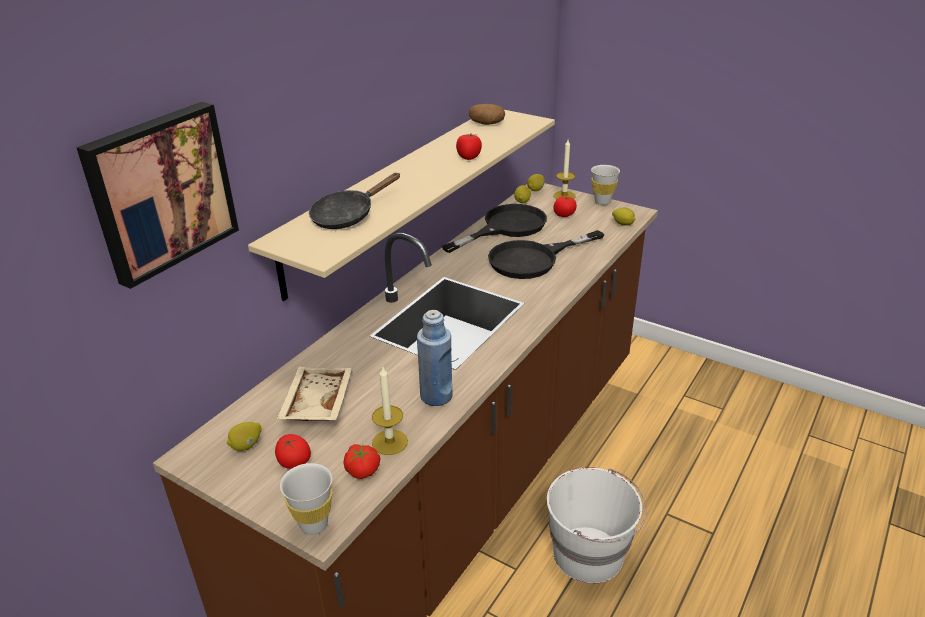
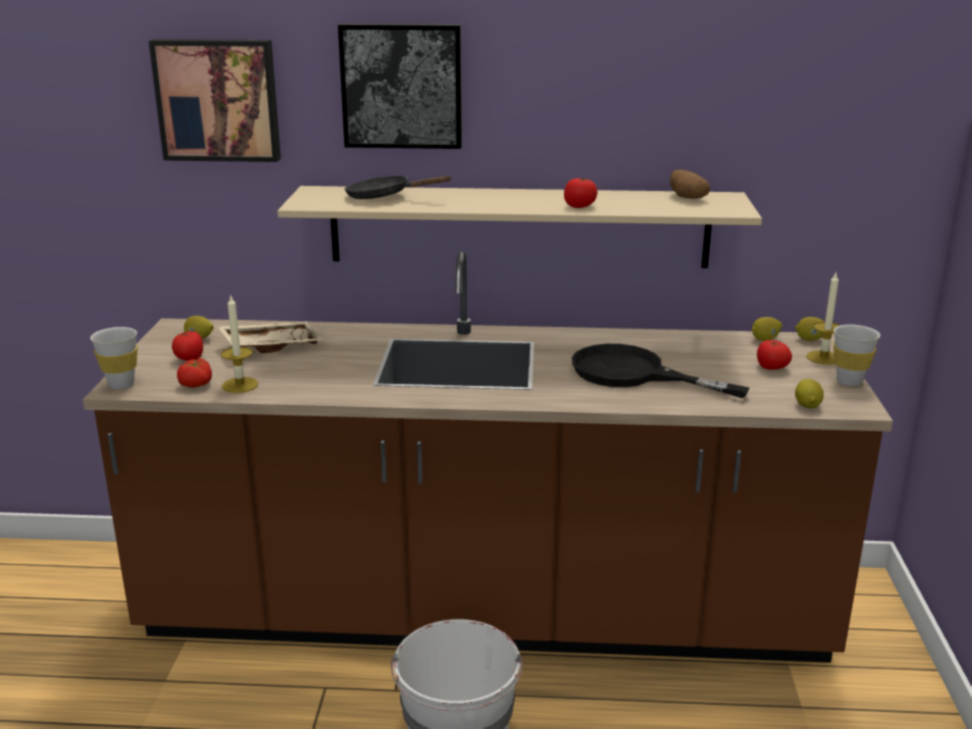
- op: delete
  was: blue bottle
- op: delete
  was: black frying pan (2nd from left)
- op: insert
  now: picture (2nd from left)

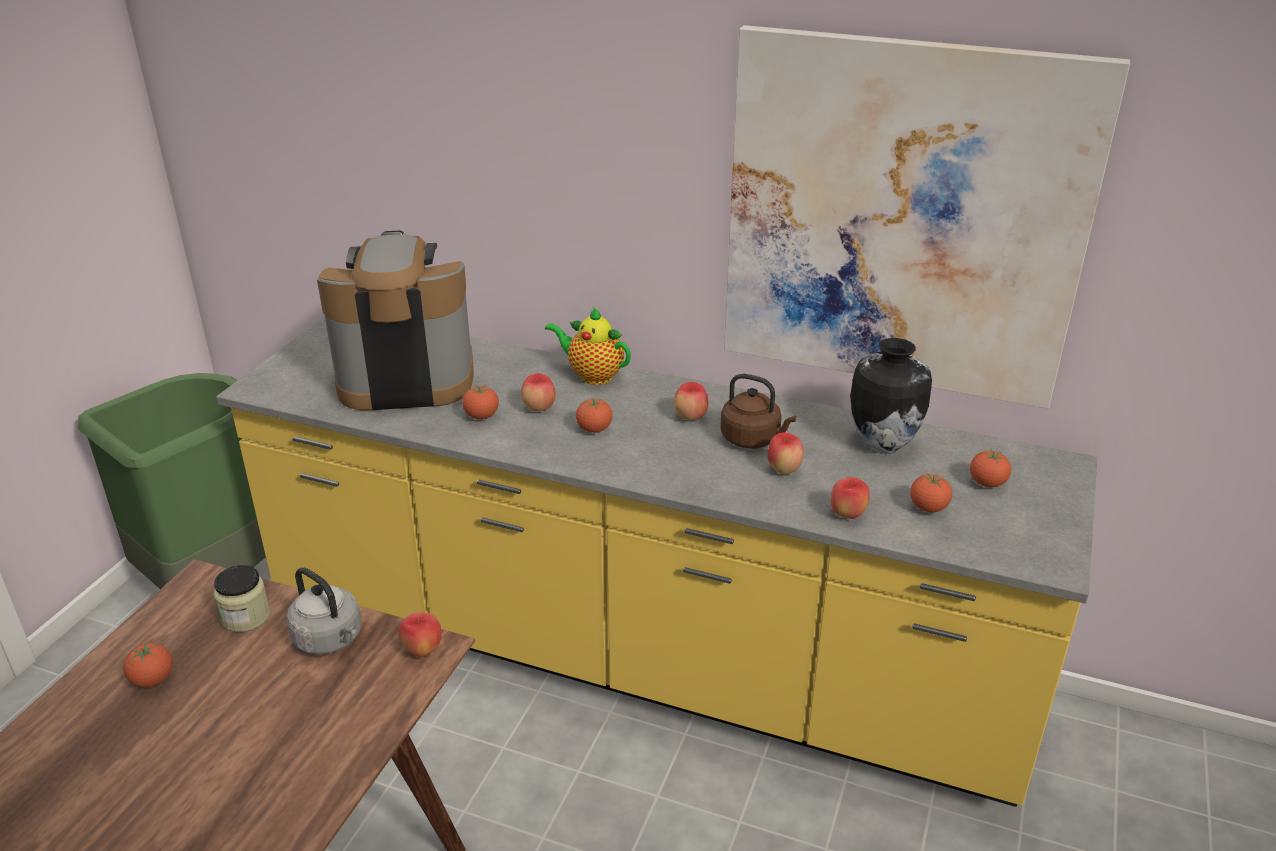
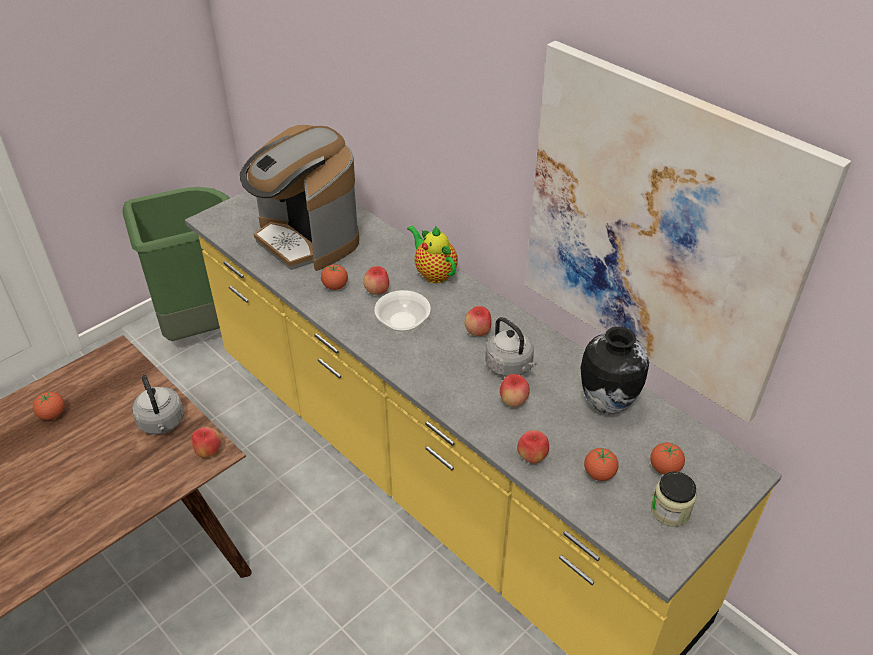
- op: move
  was: jar
- op: replace
  was: tomato (3rd from left)
  now: bowl
- op: recolor
  was: brown kettle
  now: grey kettle (2nd from left)
- op: rotate
  was: coffee machine
  clockwise: -150

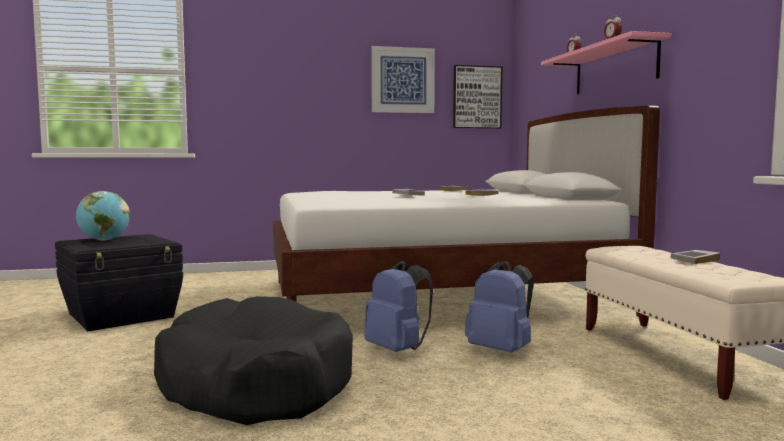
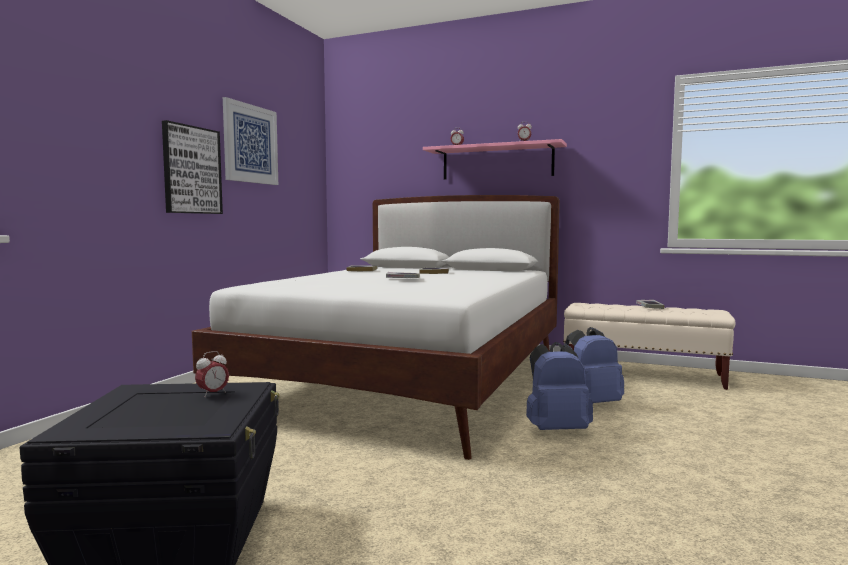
- op: delete
  was: globe
- op: delete
  was: black dog bed
- op: insert
  now: alarm clock (1st from left)
- op: move
  was: picture (2nd from left in the first image)
  now: picture (1st from left)

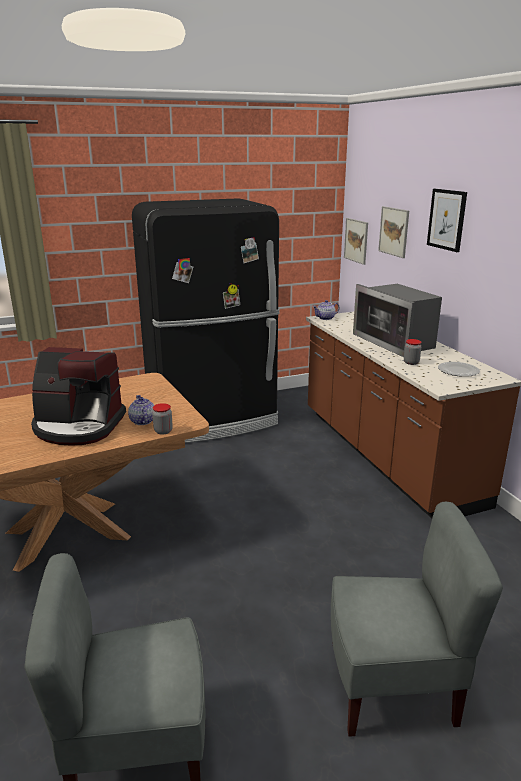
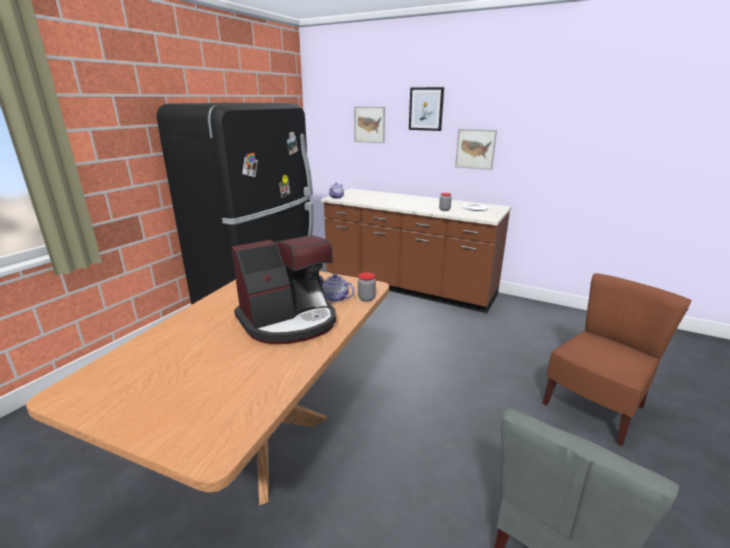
- op: delete
  was: microwave
- op: move
  was: picture (1st from left in the first image)
  now: picture (3rd from left)
- op: recolor
  was: grey chair (2nd from left)
  now: brown chair

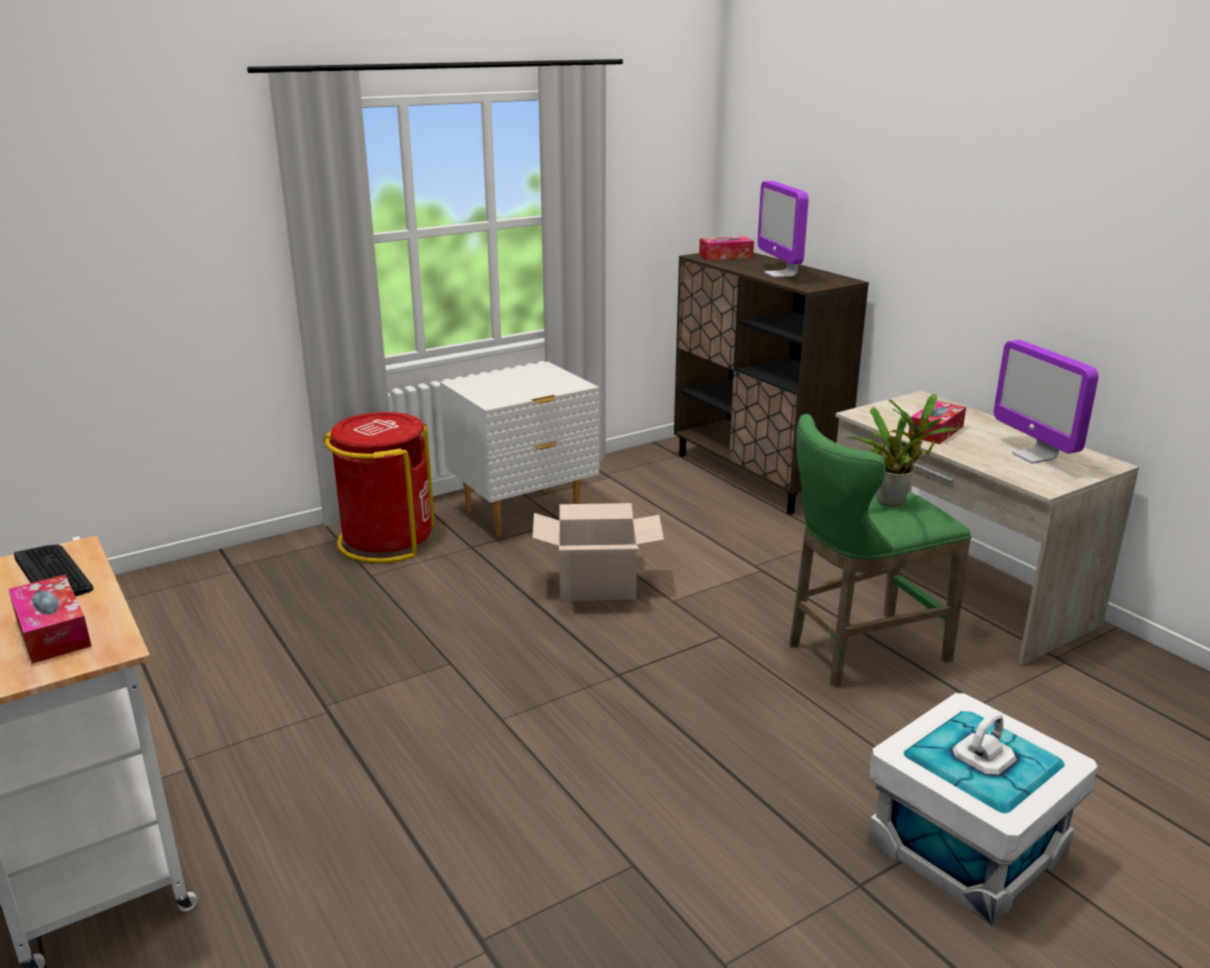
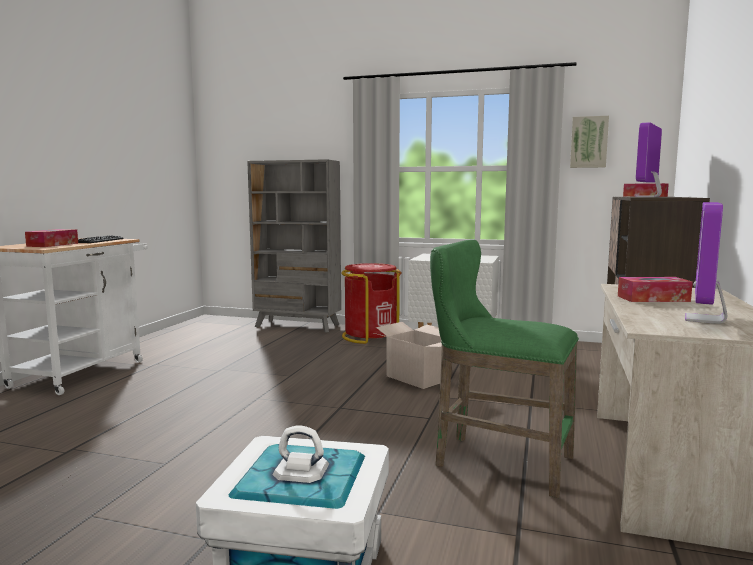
- op: delete
  was: potted plant
- op: insert
  now: grey bookcase
- op: insert
  now: picture

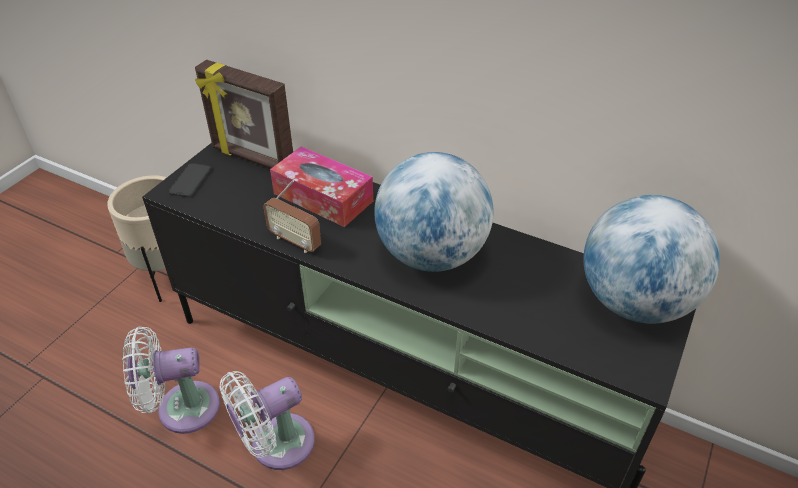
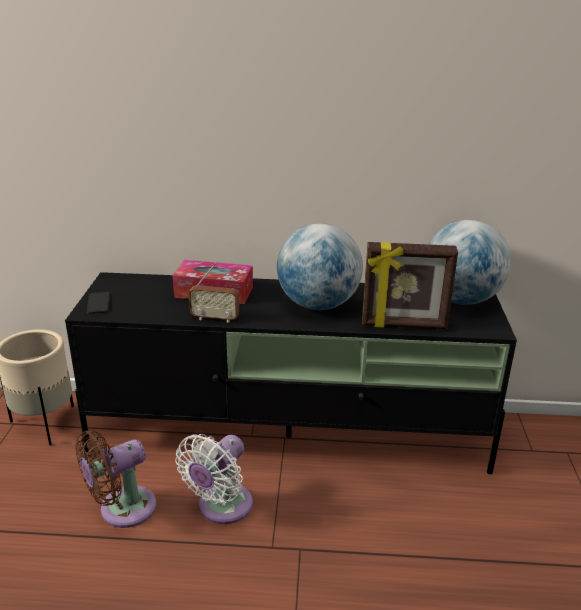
- op: move
  was: picture frame
- op: recolor
  was: white fan (1st from left)
  now: brown fan

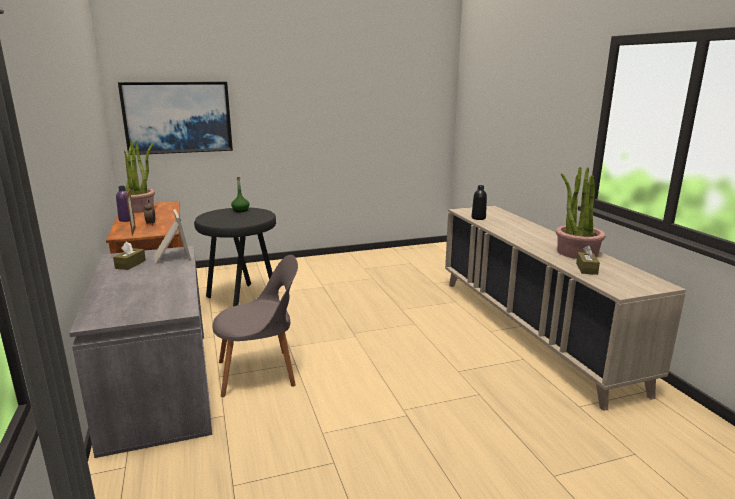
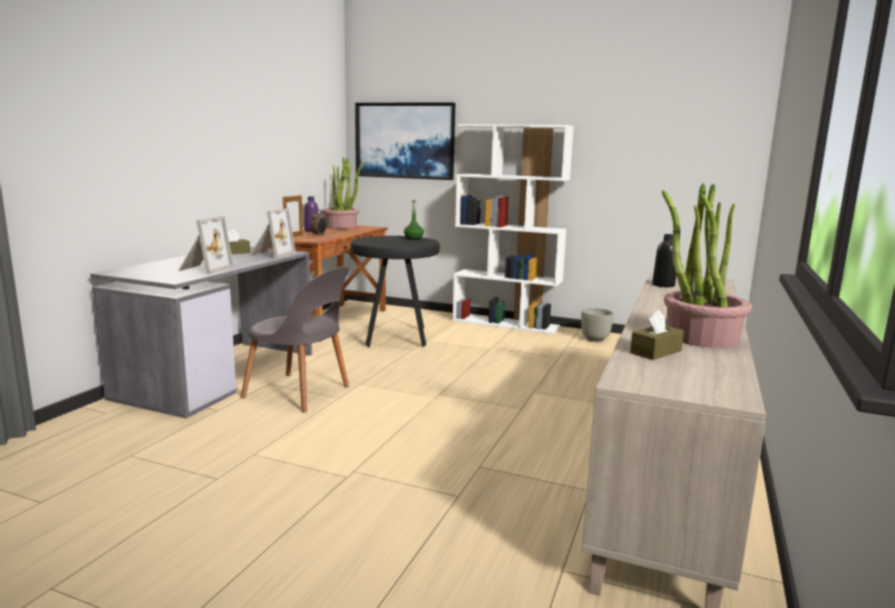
- op: insert
  now: picture frame (1st from left)
- op: insert
  now: white bookcase
- op: insert
  now: grey planter

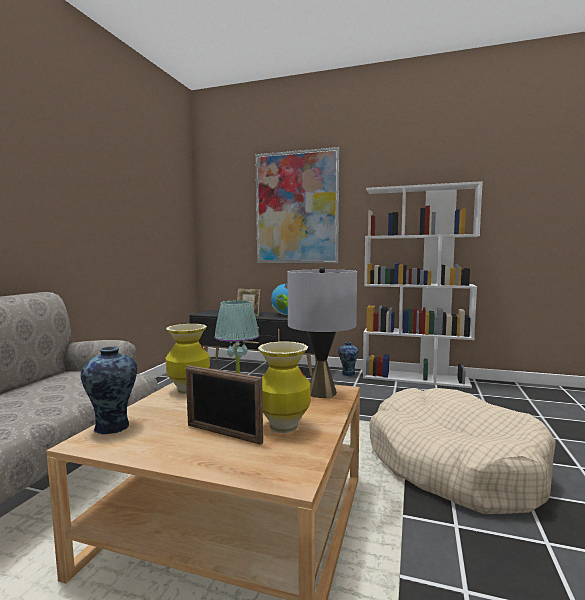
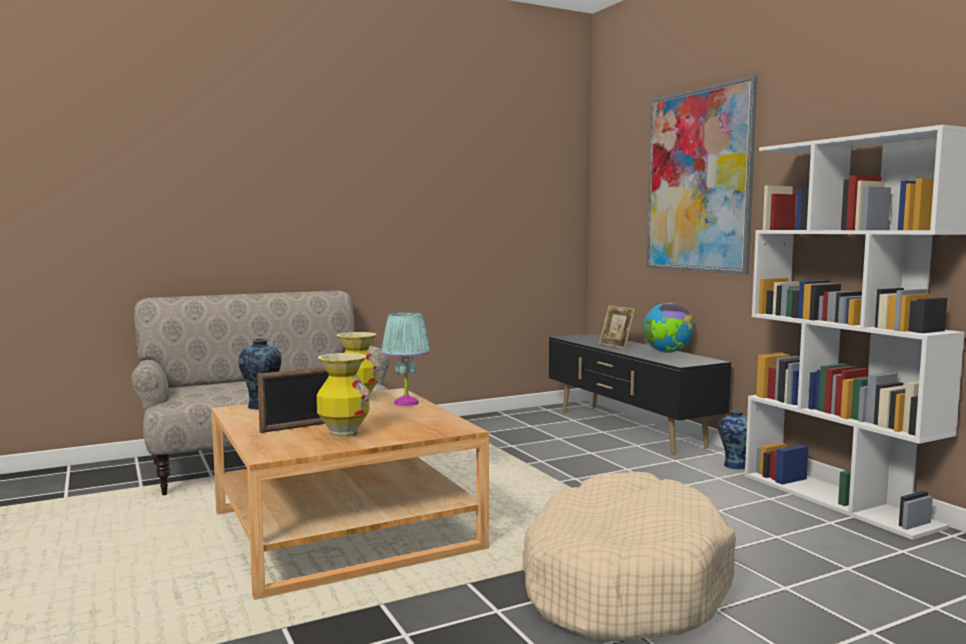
- op: delete
  was: grey table lamp
- op: rotate
  was: picture frame (1st from left)
  clockwise: -105

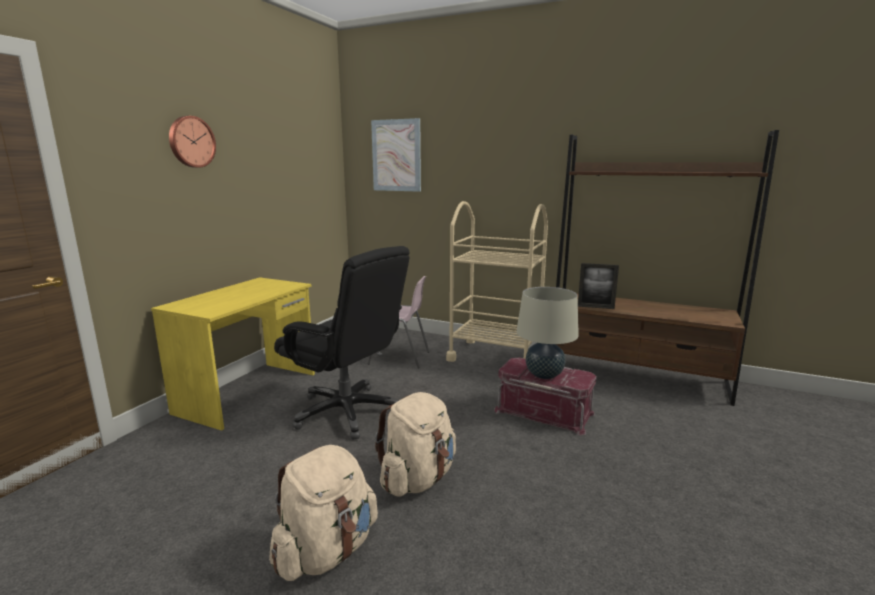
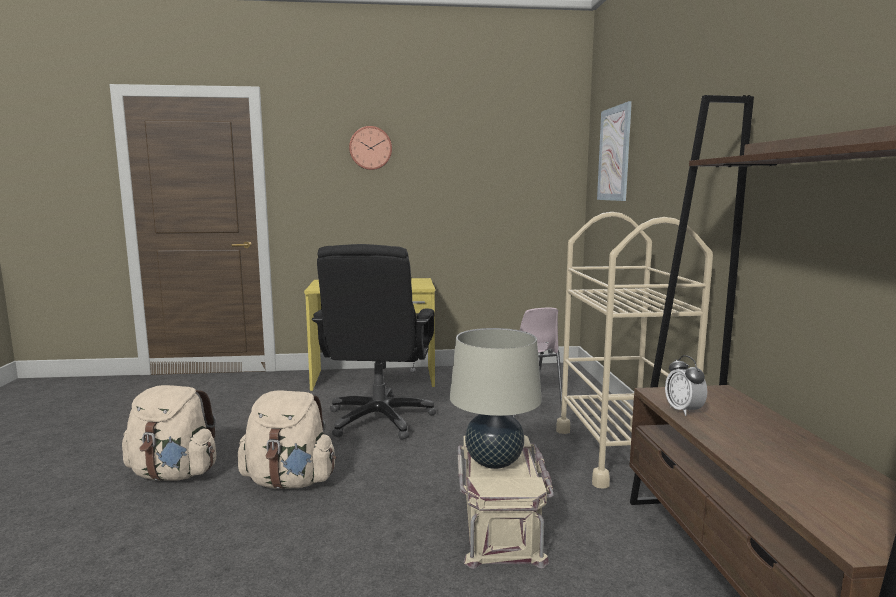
- op: replace
  was: picture frame
  now: alarm clock
- op: recolor
  was: red storage box
  now: beige storage box

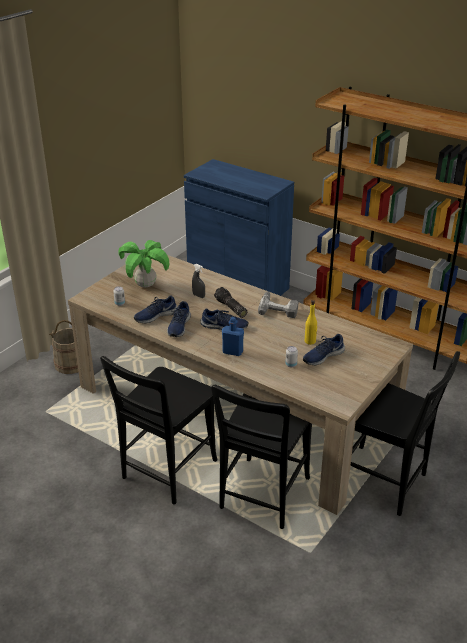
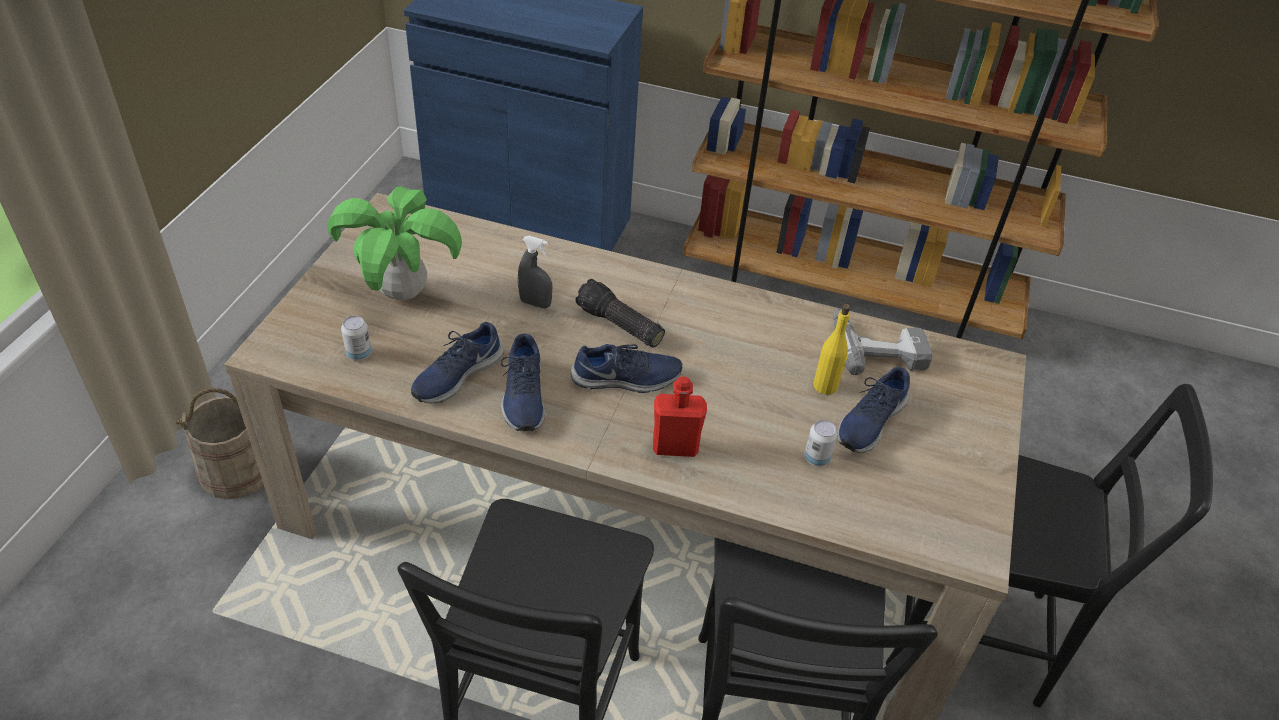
- op: move
  was: power drill
- op: recolor
  was: blue bottle
  now: red bottle

